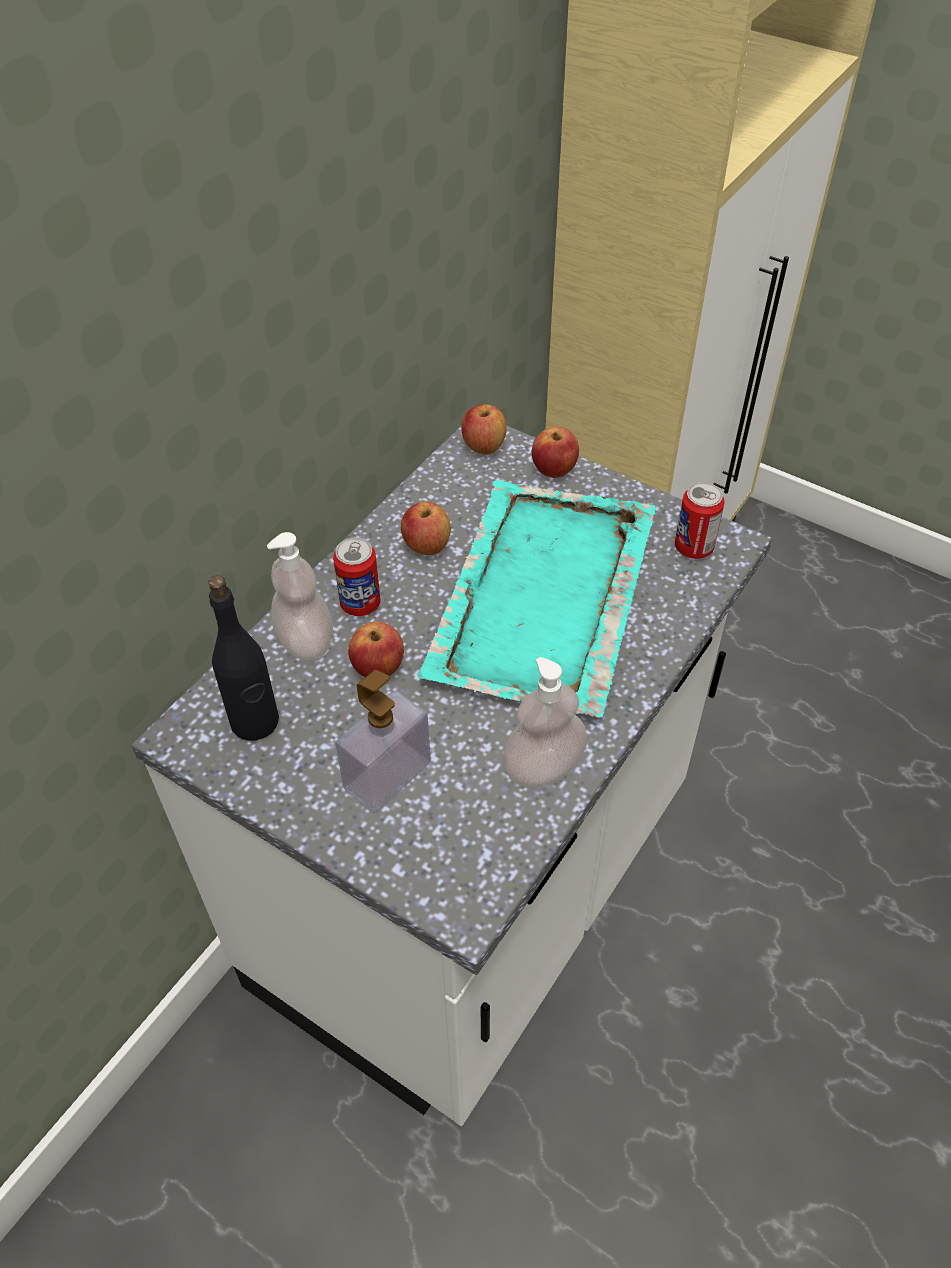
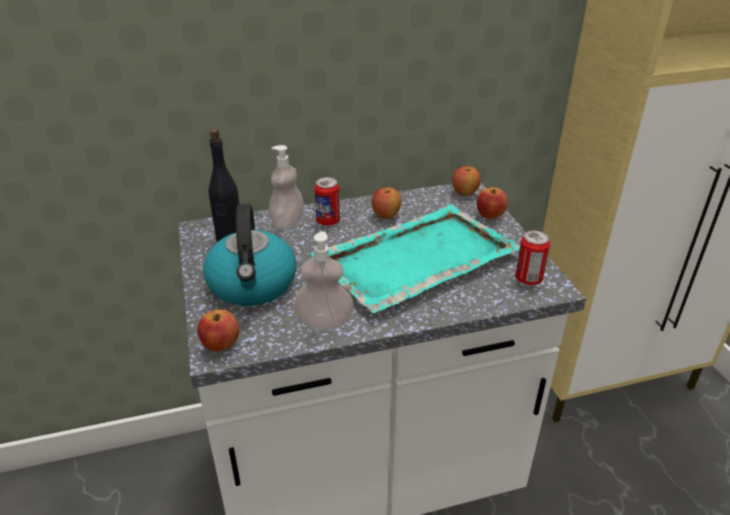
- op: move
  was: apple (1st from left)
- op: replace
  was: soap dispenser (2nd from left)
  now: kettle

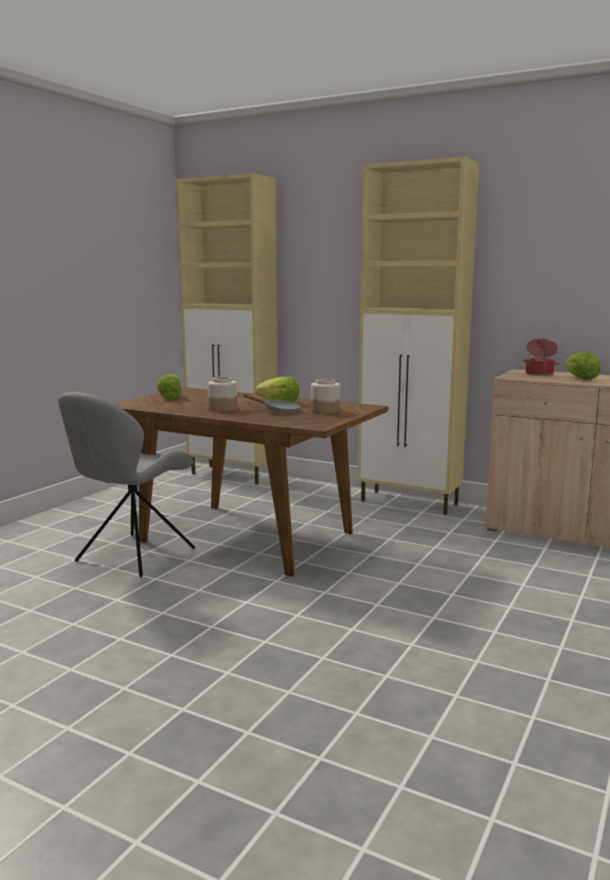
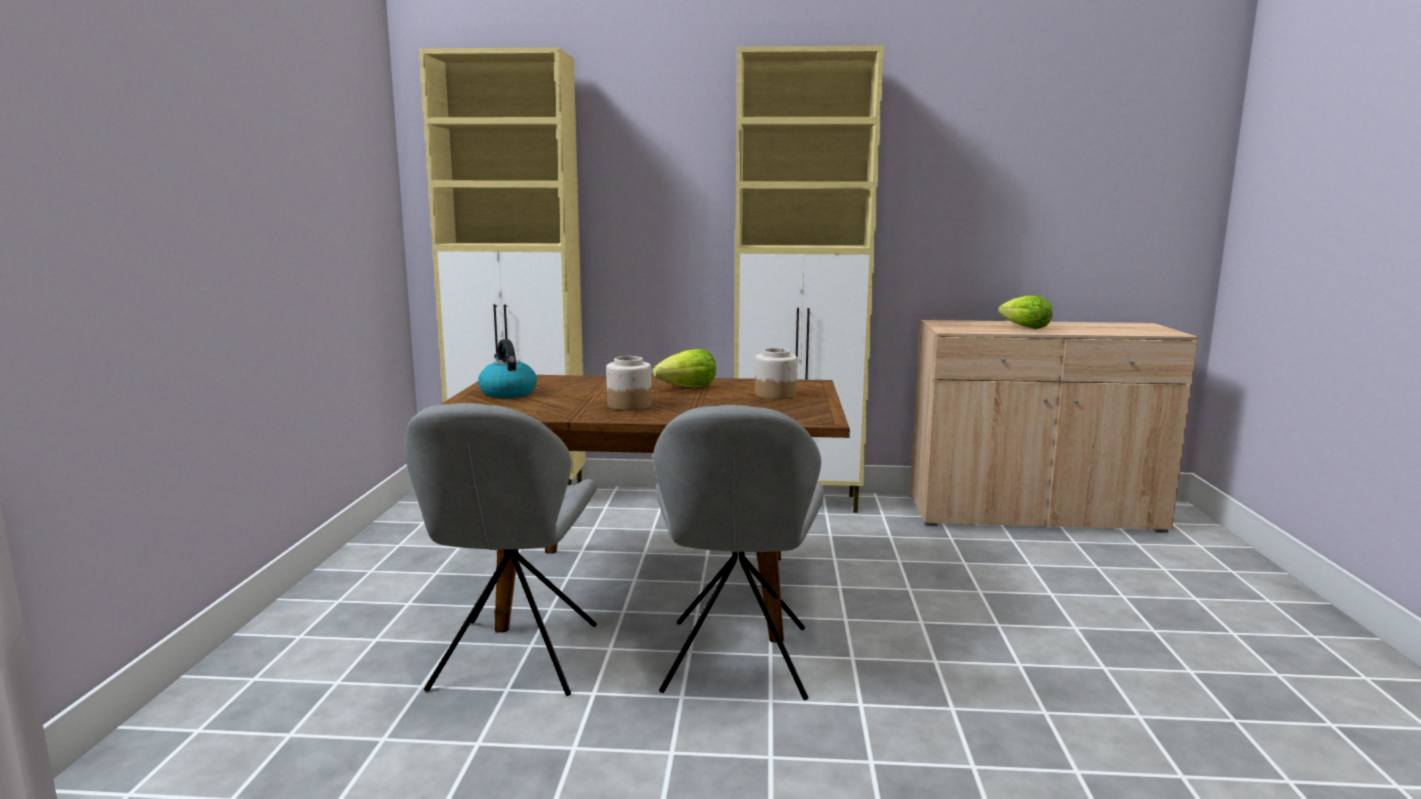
- op: delete
  was: grey frying pan
- op: delete
  was: cooking pot
- op: insert
  now: grey chair (2nd from left)
- op: replace
  was: lettuce (1st from left)
  now: kettle

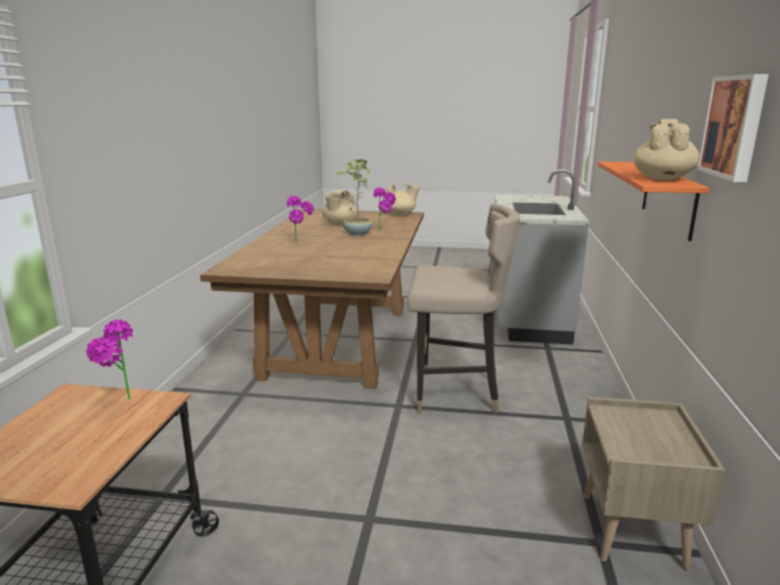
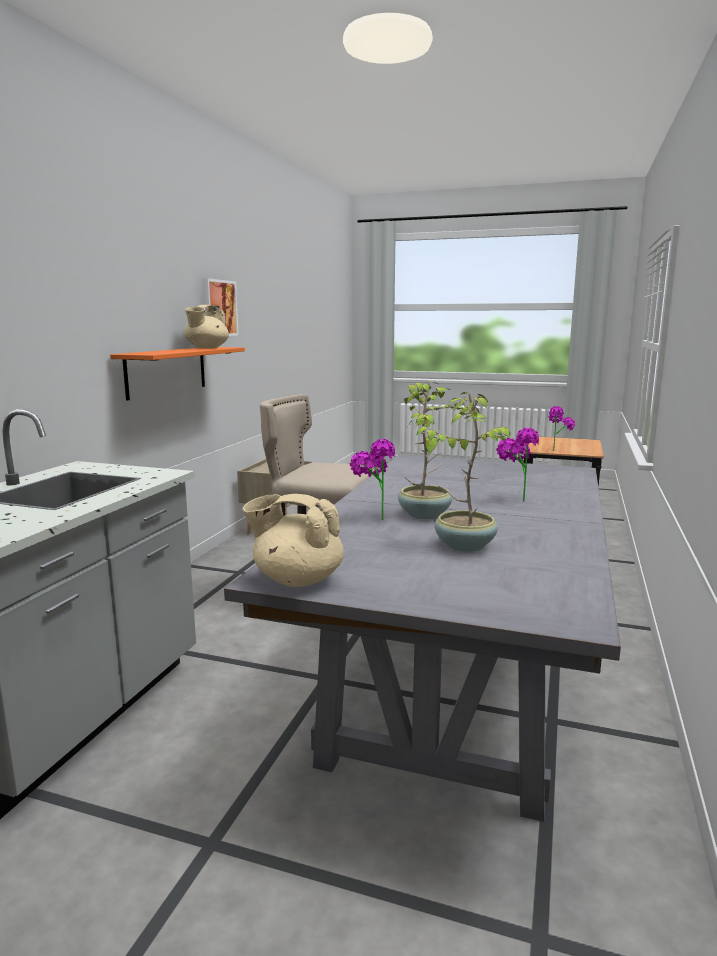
- op: replace
  was: beige teapot (1st from left)
  now: potted plant (3rd from left)
- op: recolor
  was: brown dining table
  now: grey dining table

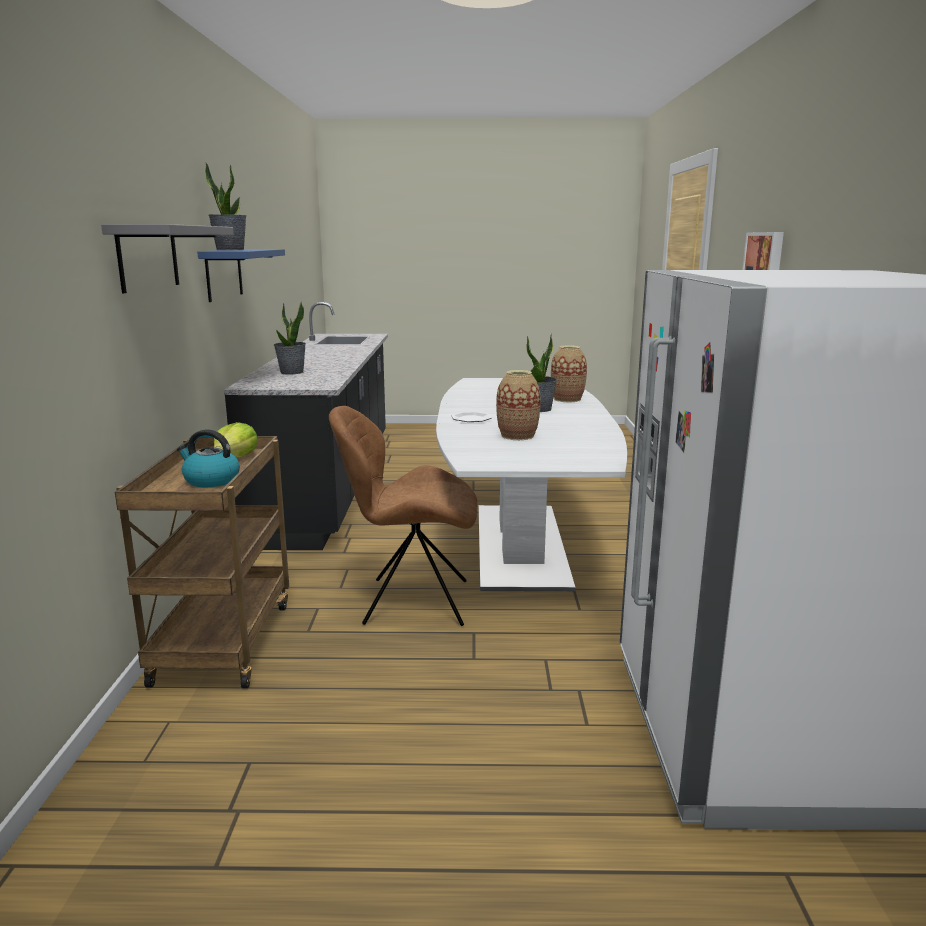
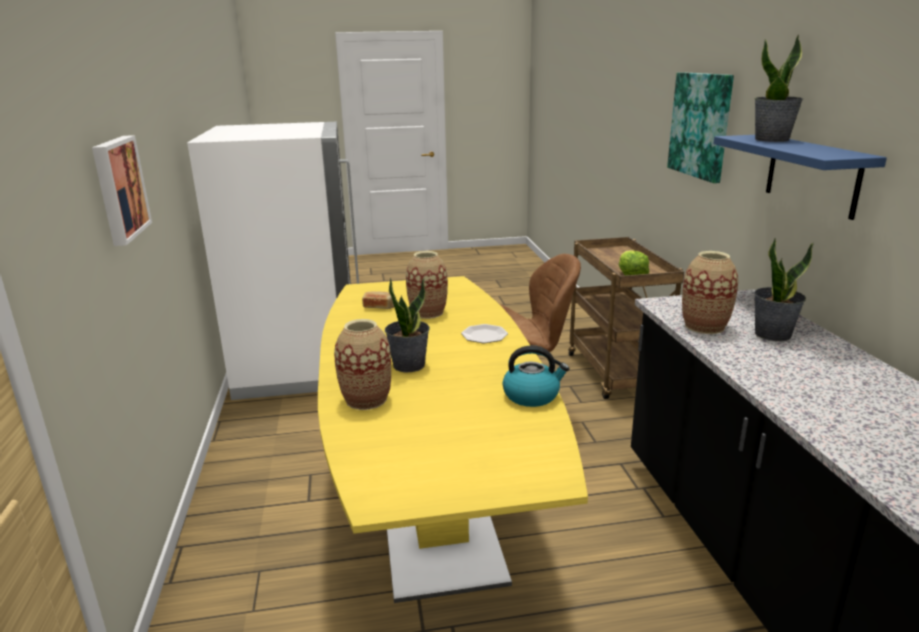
- op: insert
  now: bread
- op: insert
  now: vase (3rd from left)
- op: move
  was: kettle
- op: replace
  was: grey shelf
  now: picture (2nd from left)
- op: recolor
  was: white dining table
  now: yellow dining table

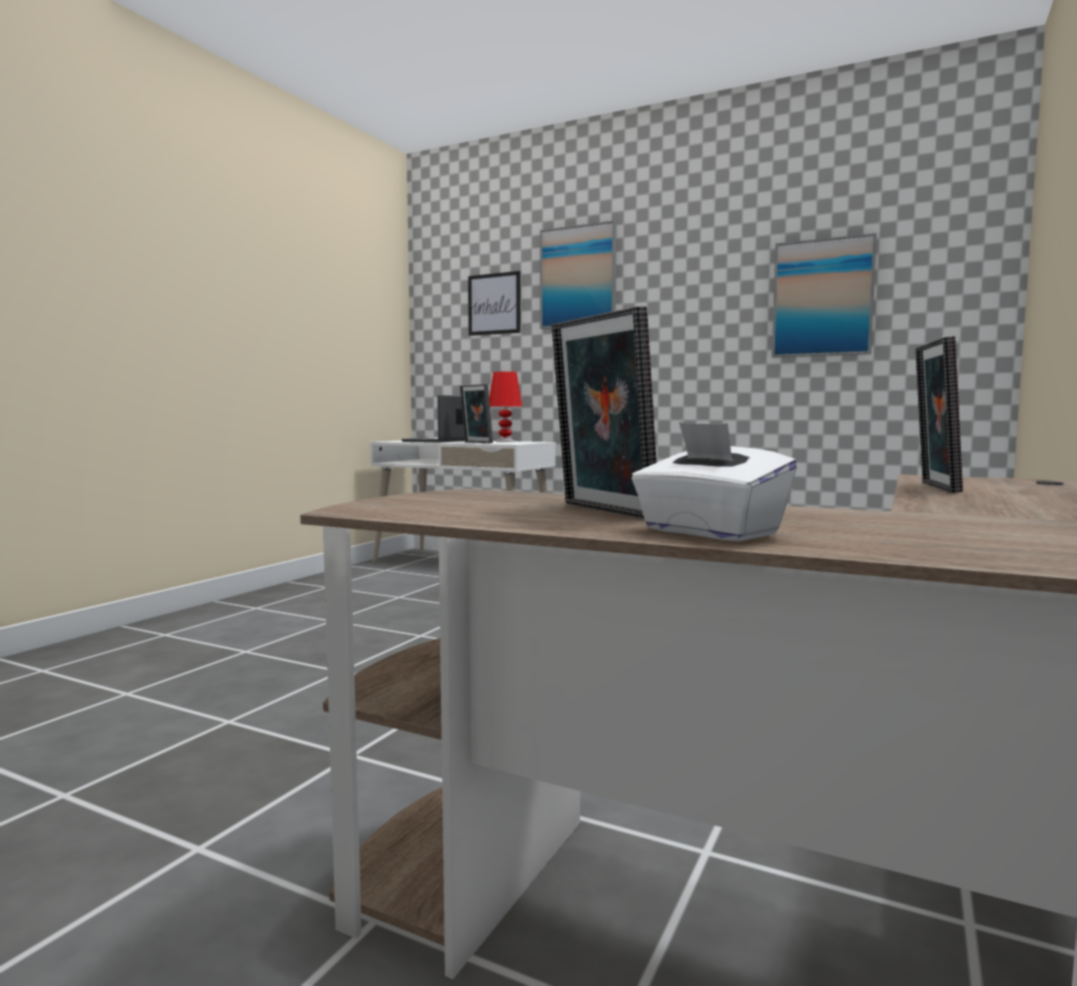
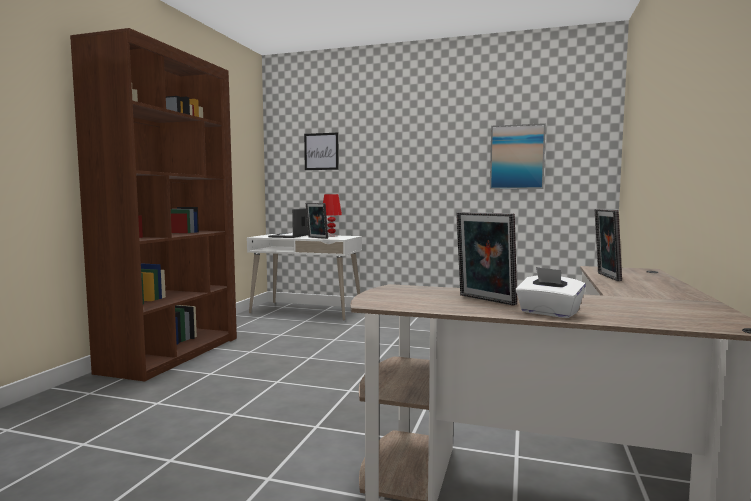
- op: delete
  was: picture (2nd from left)
- op: insert
  now: brown bookcase

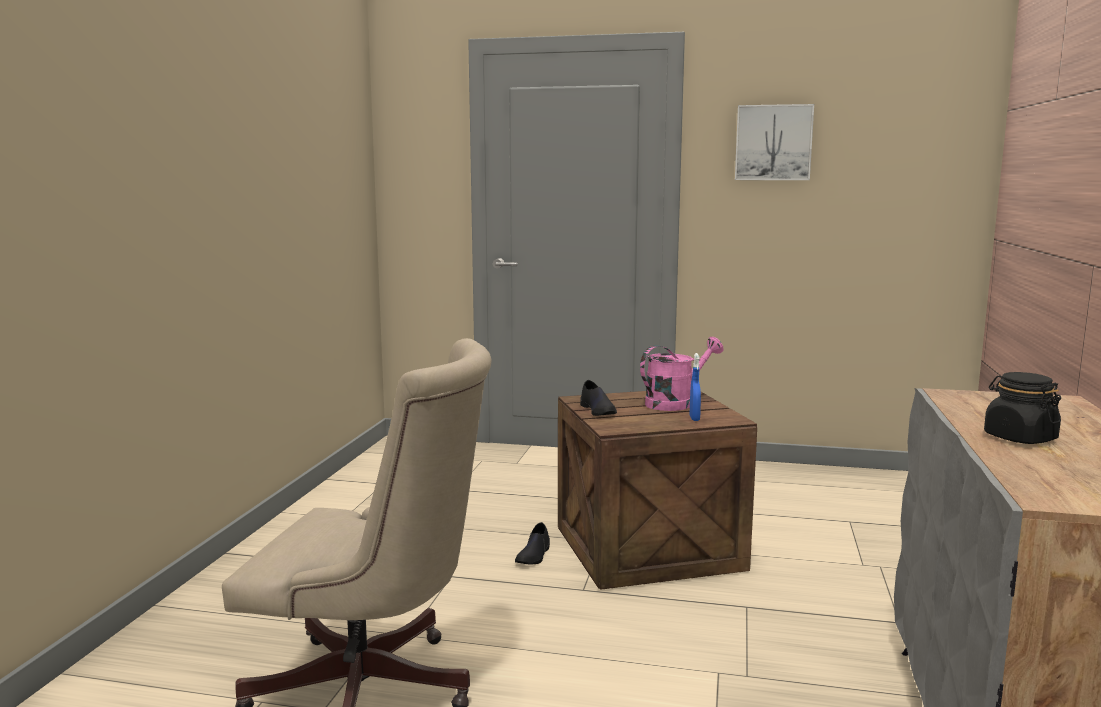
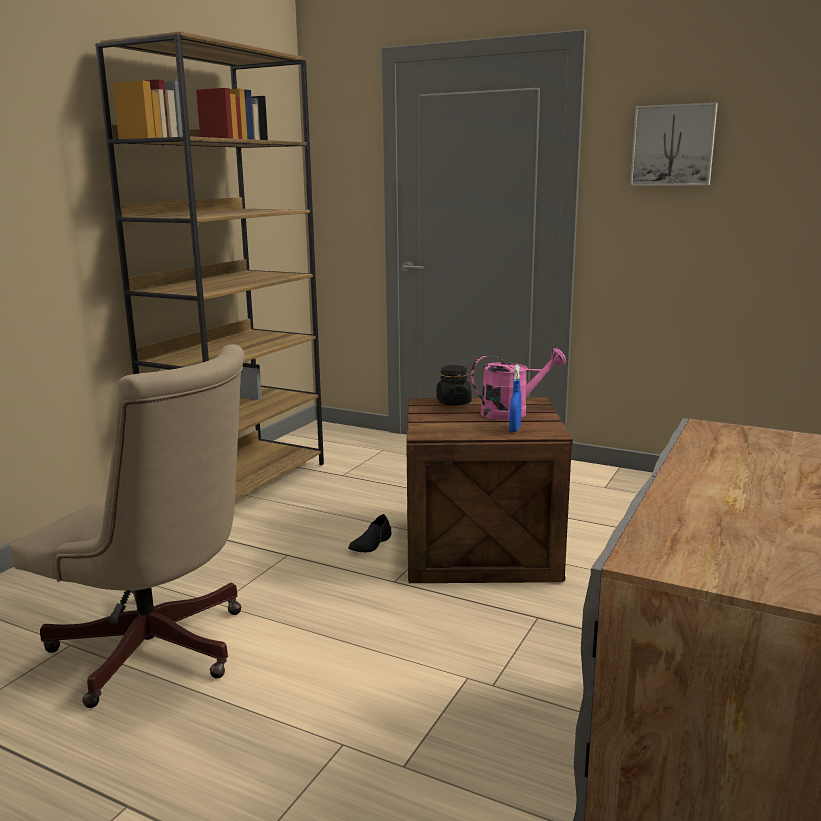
- op: delete
  was: black shoe (2nd from left)
- op: insert
  now: brown bookcase
- op: move
  was: black jar

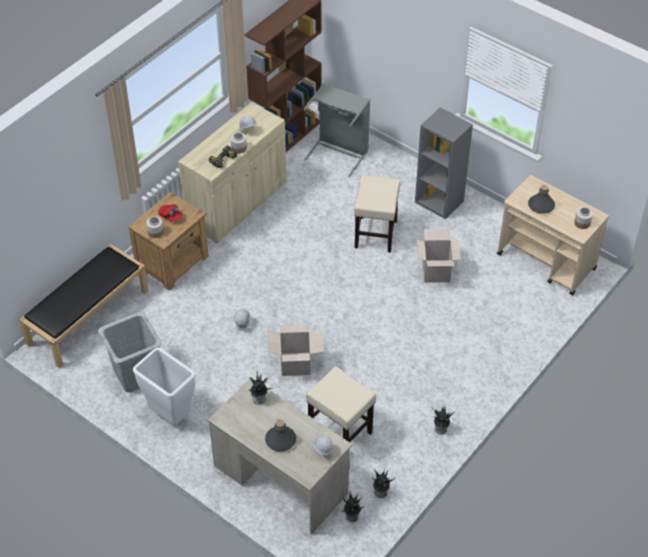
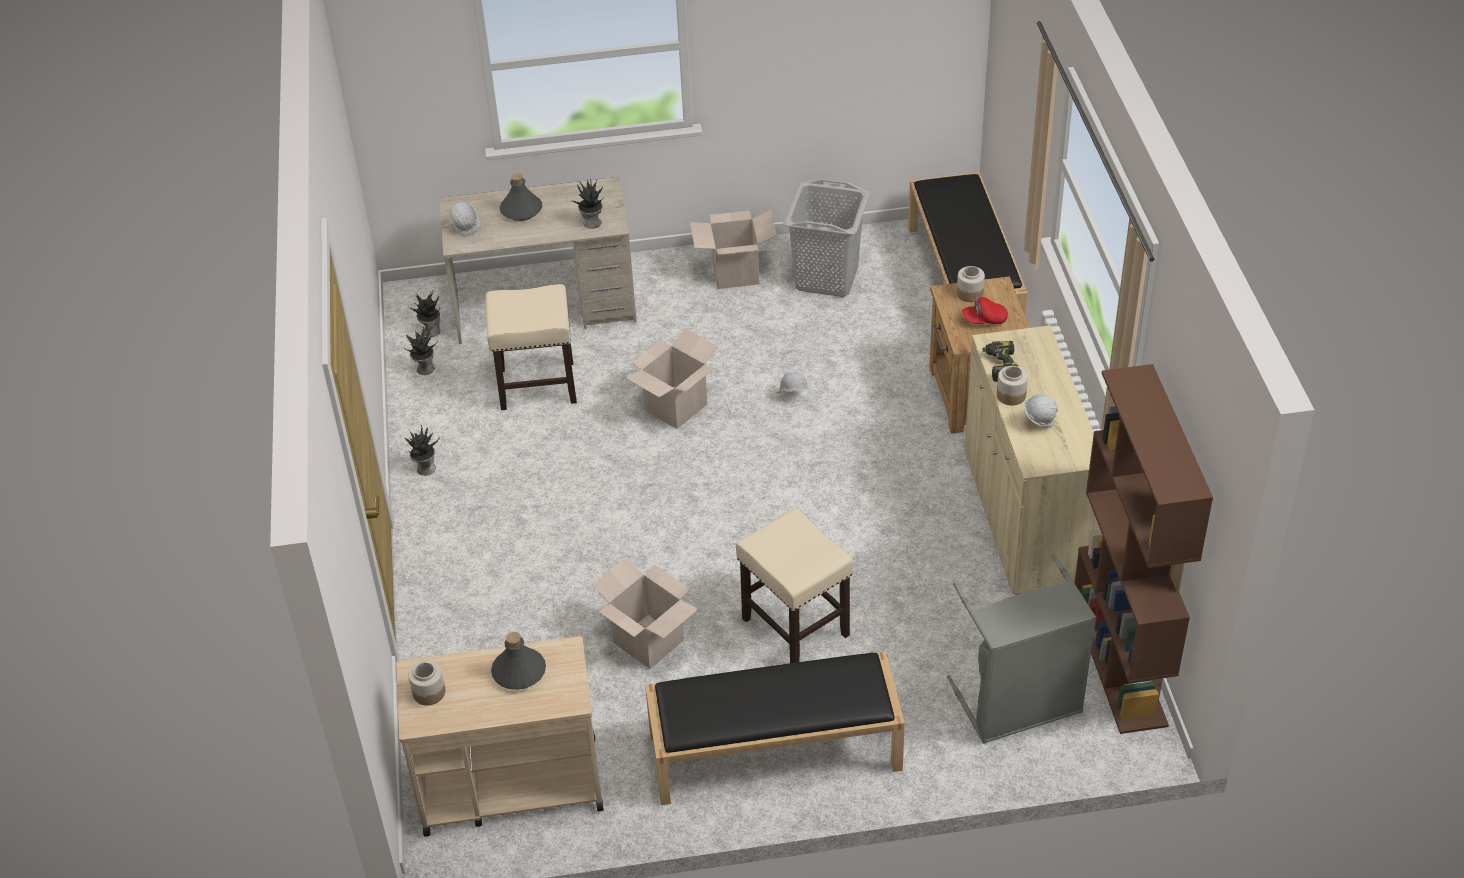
- op: replace
  was: white trash can
  now: cardboard box (3rd from left)
- op: replace
  was: grey bookcase
  now: black bench (1st from left)

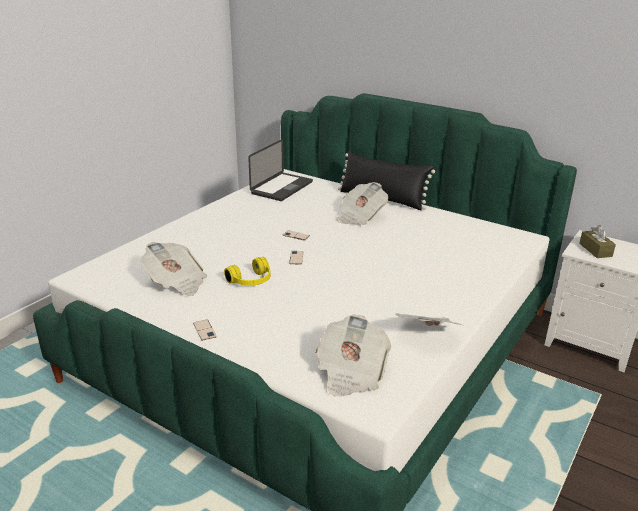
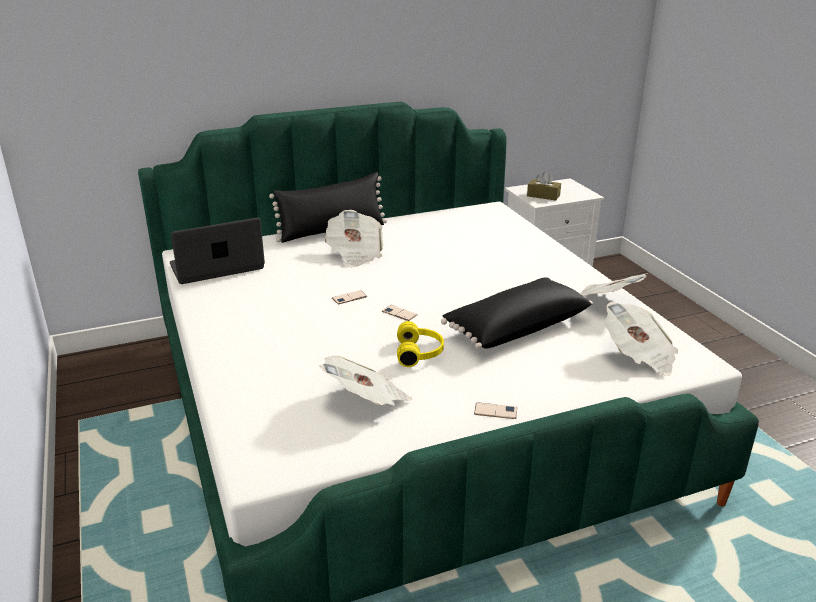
- op: insert
  now: black pillow (2nd from left)
- op: rotate
  was: laptop
  clockwise: -90

